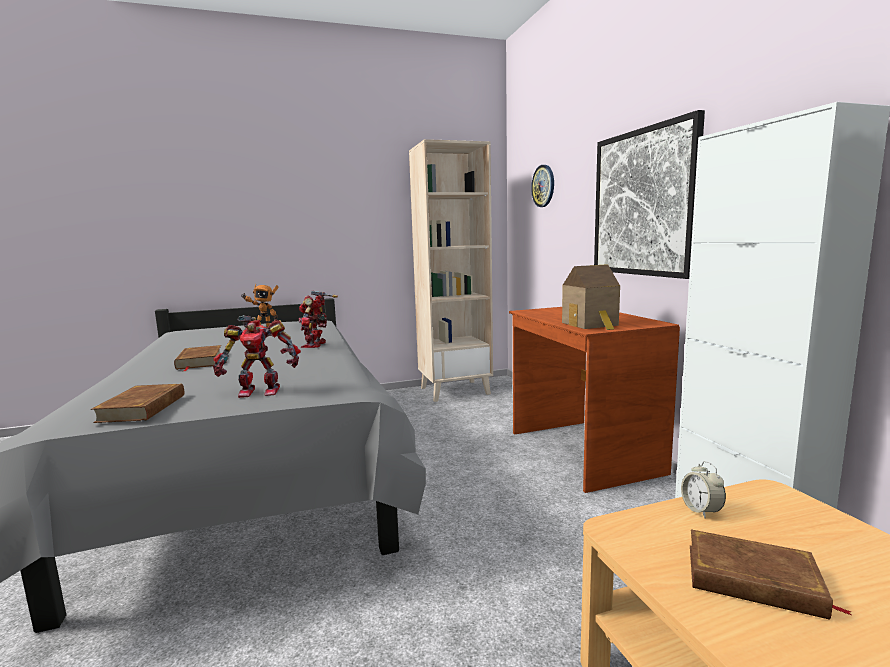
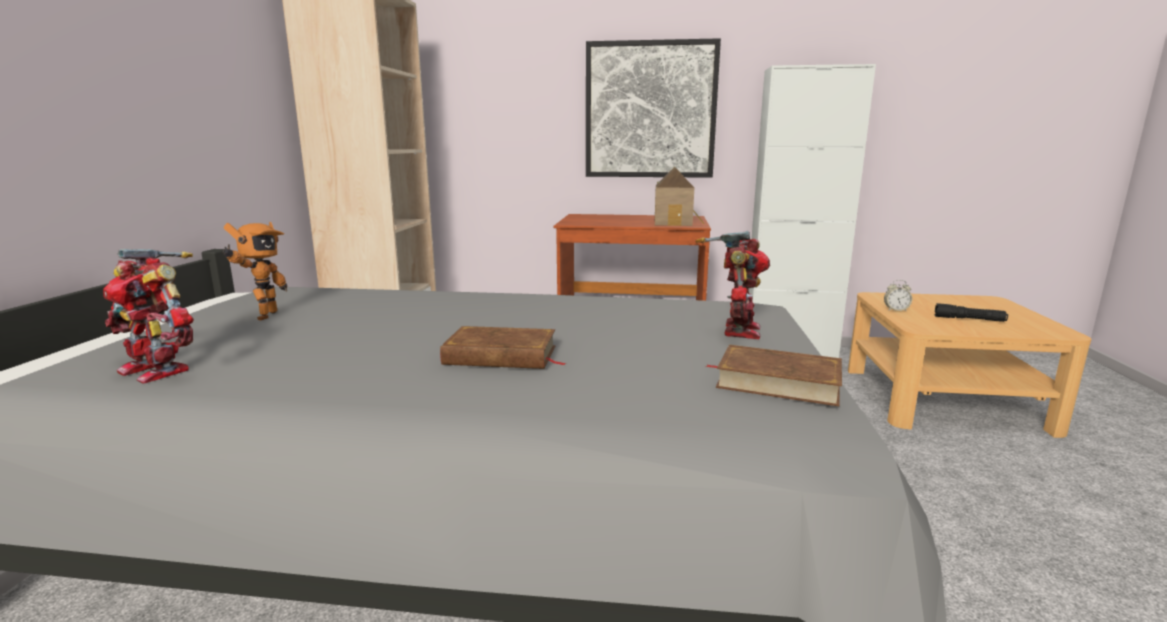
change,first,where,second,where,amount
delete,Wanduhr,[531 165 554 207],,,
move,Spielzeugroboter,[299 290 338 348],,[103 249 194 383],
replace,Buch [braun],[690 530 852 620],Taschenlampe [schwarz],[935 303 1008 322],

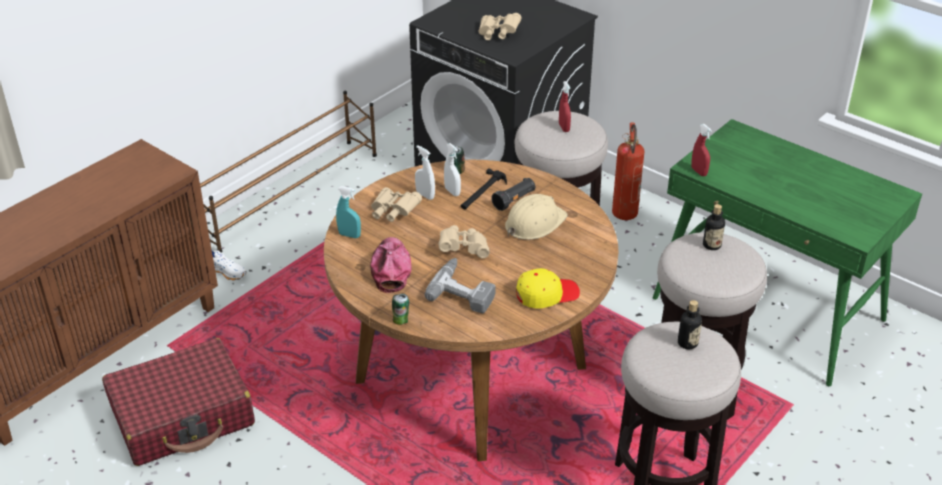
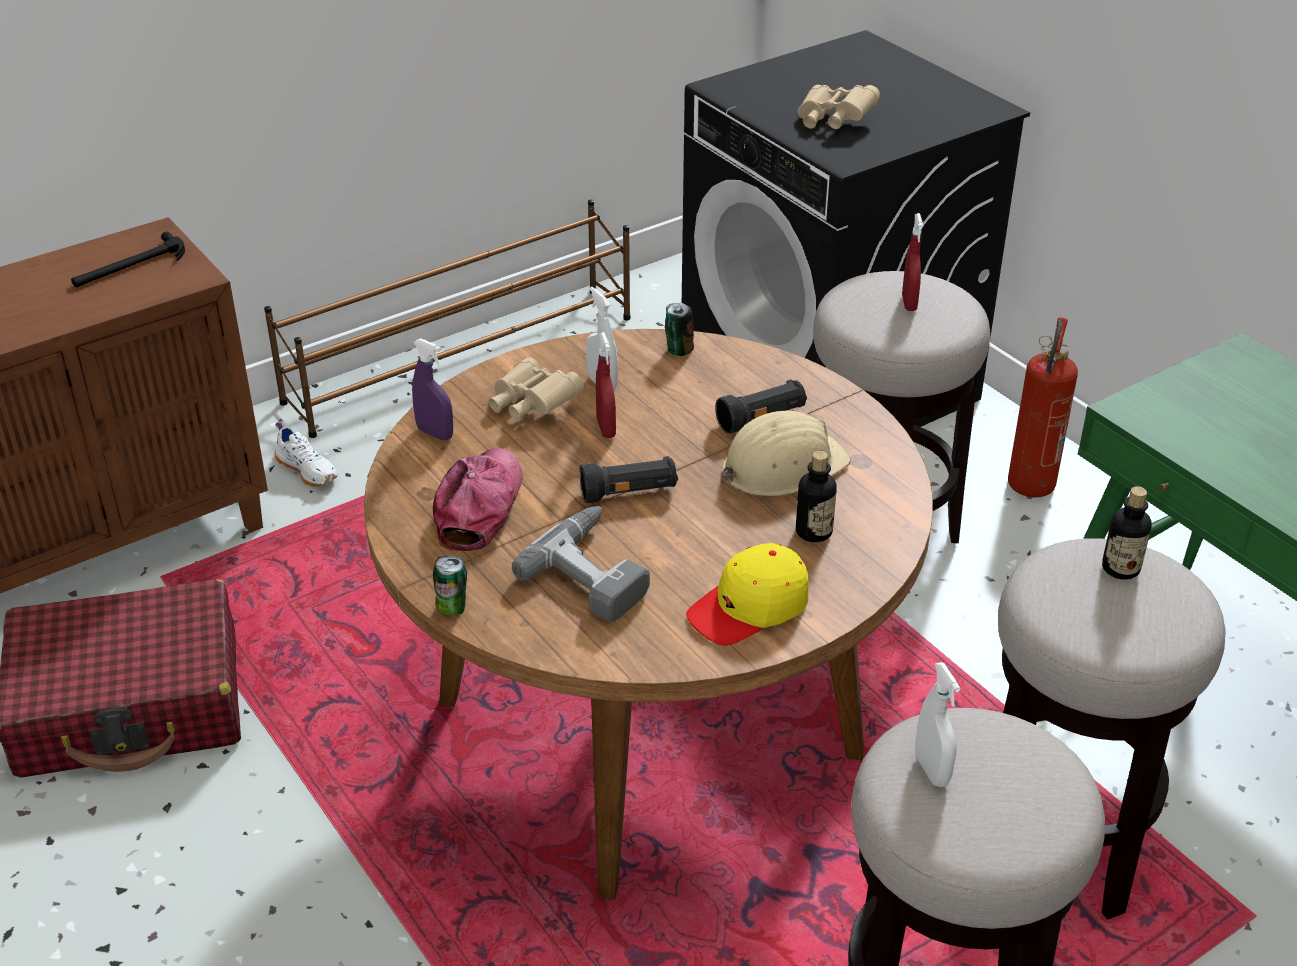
change,first,where,second,where,amount
move,Sprühflasche [rot],[691 124 712 176],,[596 332 616 438],
move,Sprühflasche [weiß],[444 143 461 196],,[915 662 961 787],
move,Hammer,[461 168 507 209],,[71 231 185 287],
recolor,Sprühflasche [türkis],[336 186 361 238],Sprühflasche [lila],[412 338 453 440],
replace,Fernglas [beige],[439 225 489 258],Taschenlampe [schwarz],[579 456 678 503],
rotate,Kappe [gelb],[516 268 580 308],,[686 543 809 646],150 degrees clockwise
move,Flasche,[678 300 702 349],,[796 451 837 542],

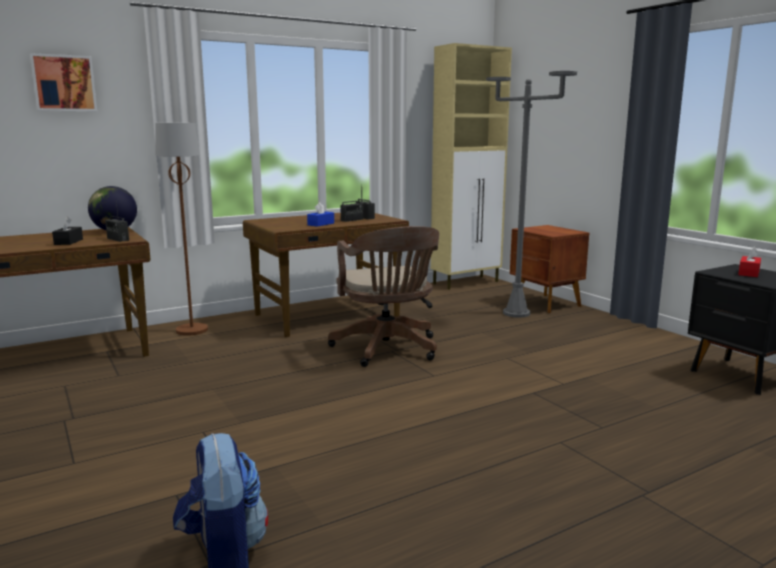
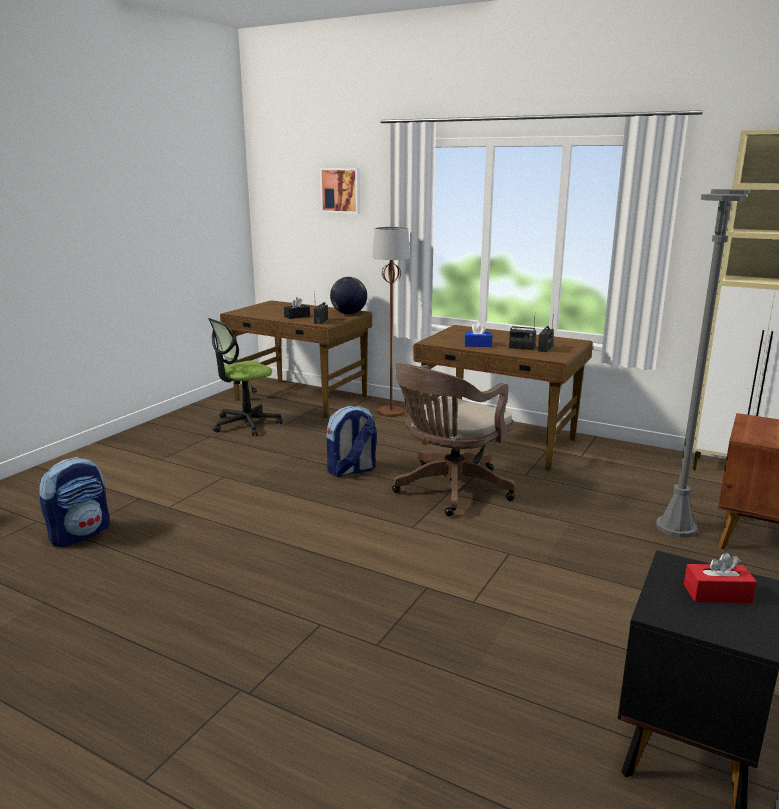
change,first,where,second,where,amount
insert,,,Bürostuhl,[208 318 282 436],
insert,,,Rucksack,[327 406 377 477],

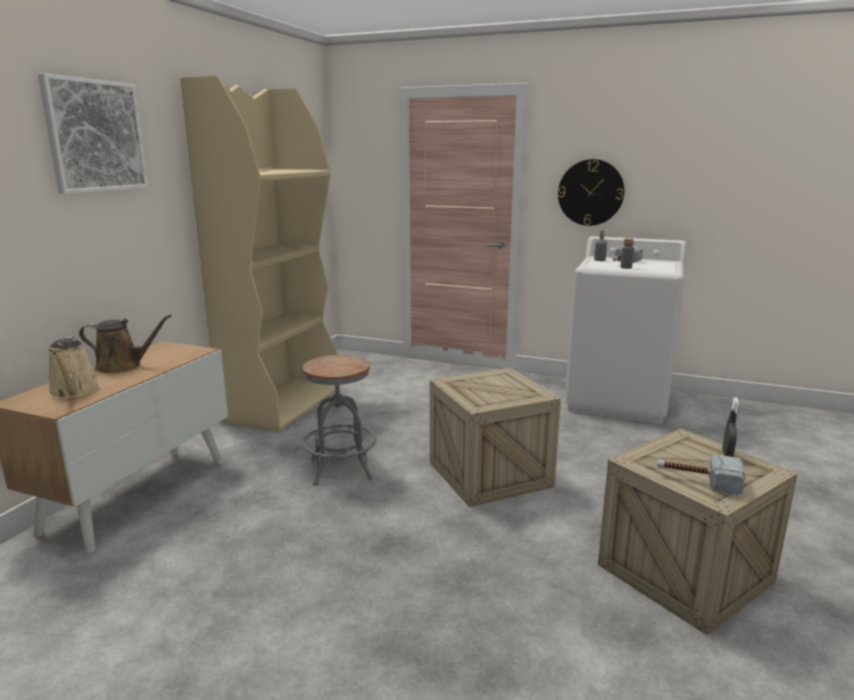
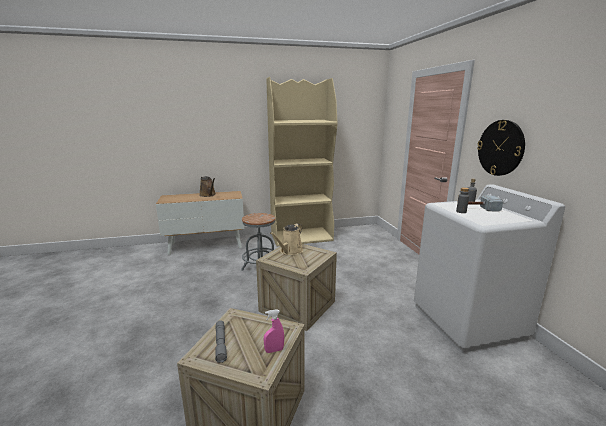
change,first,where,second,where,amount
delete,Bild,[38 73 149 194],,,
move,Gießkanne [beige],[48 336 100 399],,[270 224 303 255],
recolor,Sprühflasche [grau],[722 397 739 457],Sprühflasche [rosa],[264 309 284 353],
replace,Hammer,[657 454 745 495],Taschenlampe [grau],[215 320 227 363],

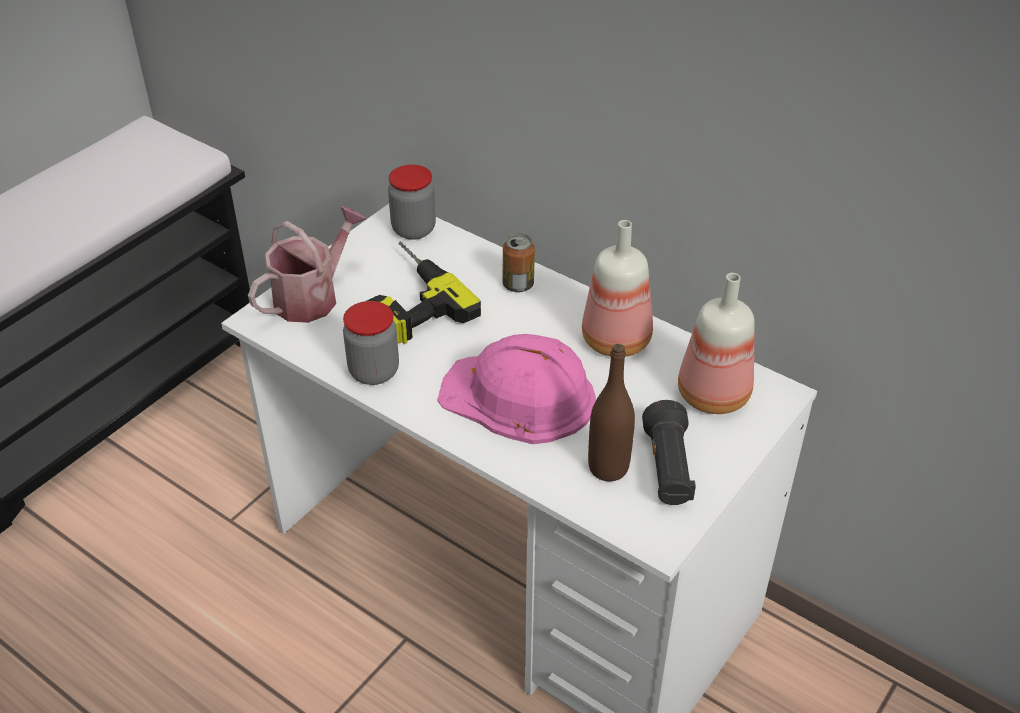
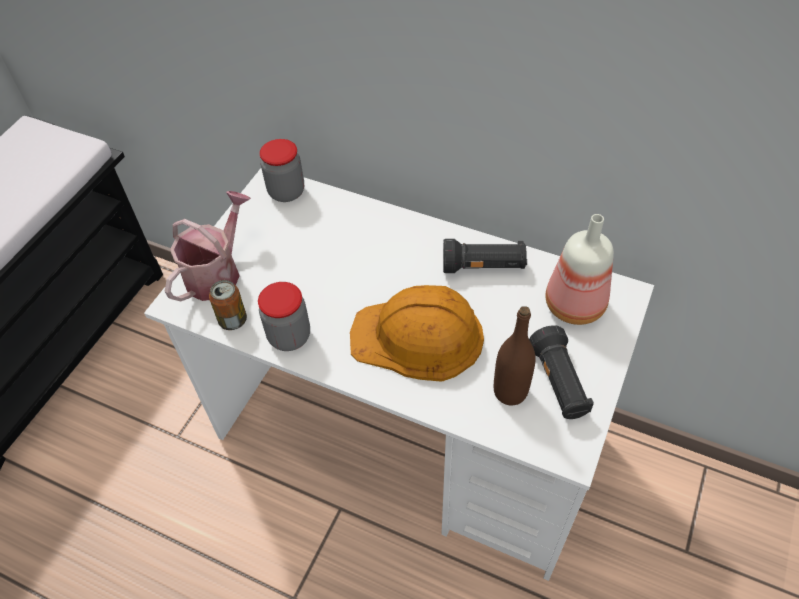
change,first,where,second,where,amount
replace,Flasche,[582 220 653 357],Taschenlampe [schwarz],[443 239 527 273],
move,Dose,[502 233 535 292],,[209 280 247 330],
delete,Bohrmaschine,[366 242 481 344],,,
recolor,Schutzhelm [rosa],[437 334 596 444],Schutzhelm [orange],[350 285 484 382],

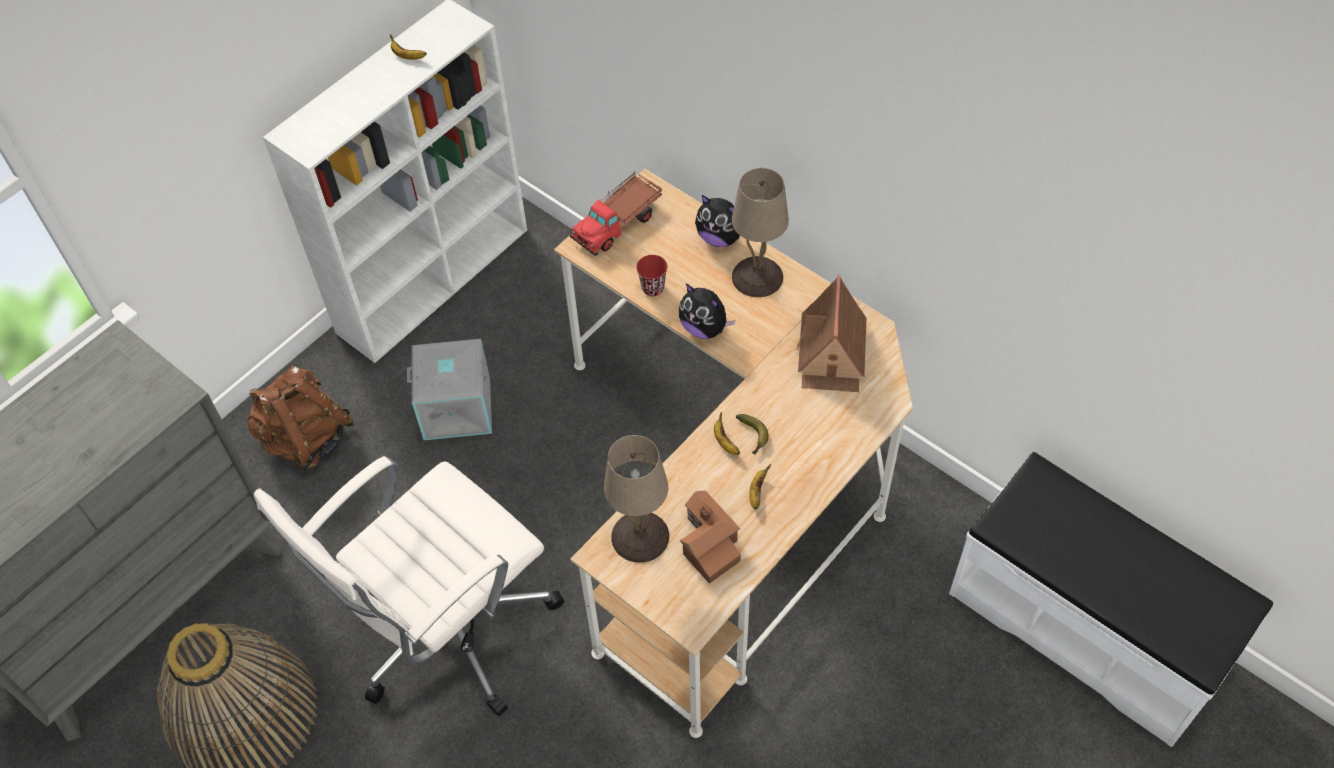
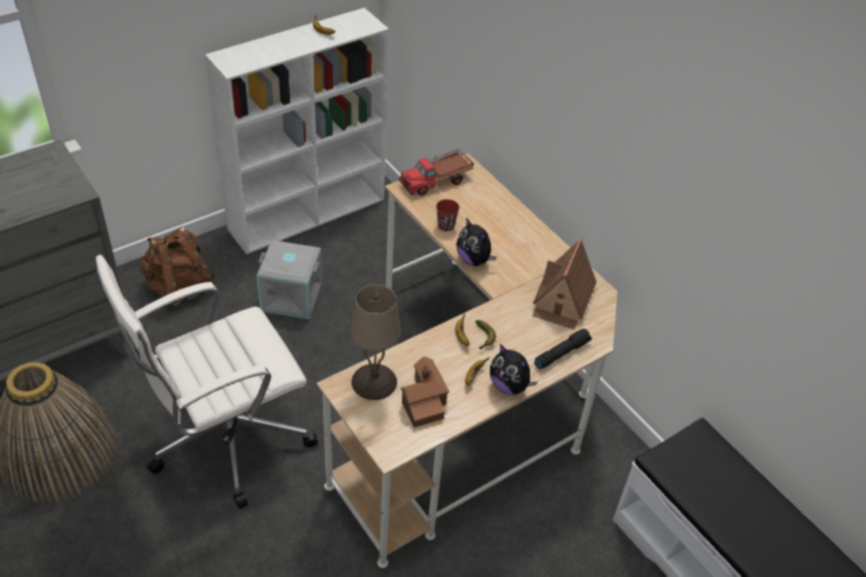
change,first,where,second,where,amount
delete,Tischlampe [beige],[732 168 789 297],,,
move,Plüschtier,[695 195 740 247],,[490 344 538 395],
insert,,,Taschenlampe [schwarz],[534 329 592 369],

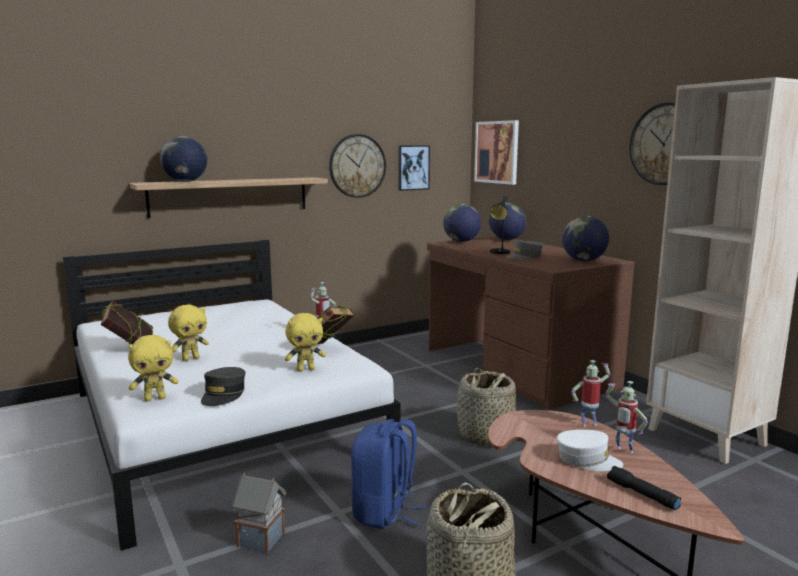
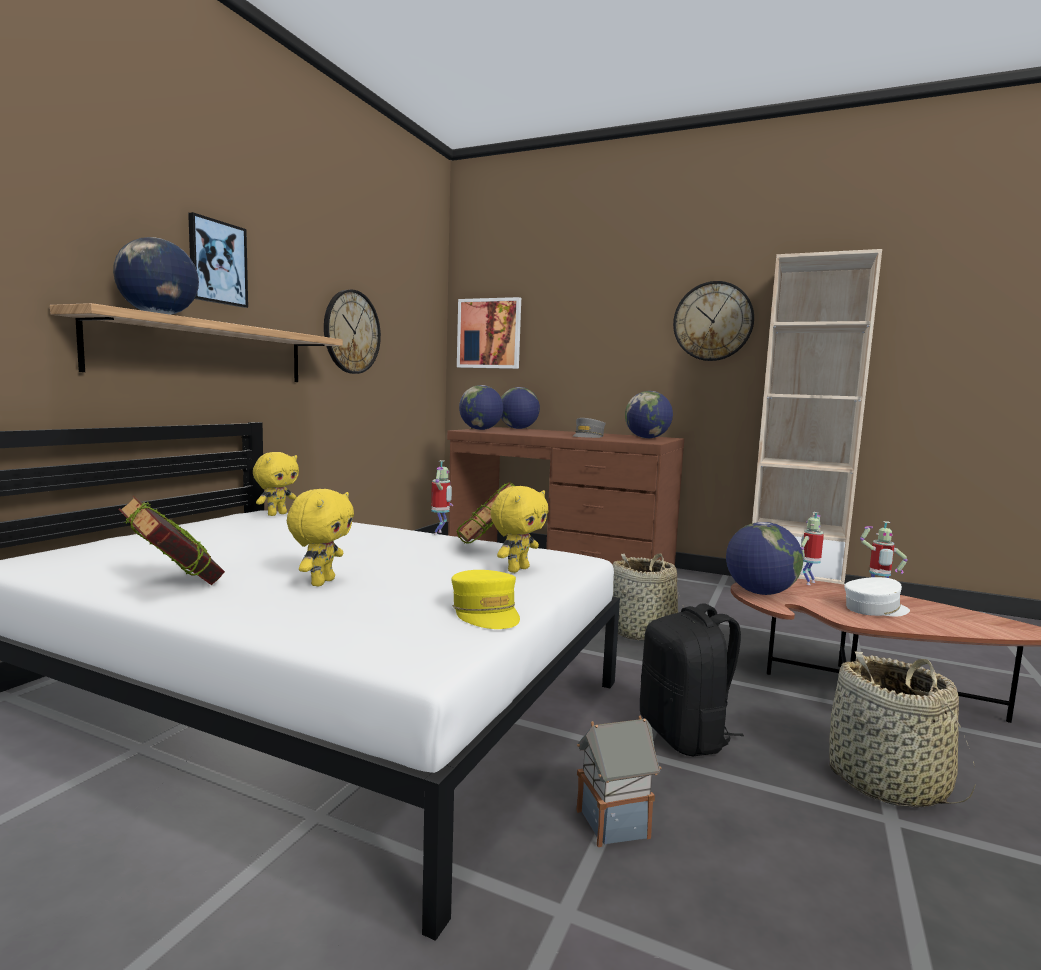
change,first,where,second,where,amount
move,Bild,[399 146 430 191],,[188 212 248 308],
delete,Tischlampe [schwarz],[490 196 510 254],,,
move,Plüschtier [gelb],[128 335 178 401],,[253 452 299 516],
recolor,Kappe [grau],[201 367 245 406],Kappe [gelb],[451 570 520 629],
recolor,Rucksack [blau],[351 419 427 529],Rucksack [schwarz],[640 603 744 756],
delete,Taschenlampe [schwarz],[607 466 681 510],,,
insert,,,Globus,[726 522 803 595],

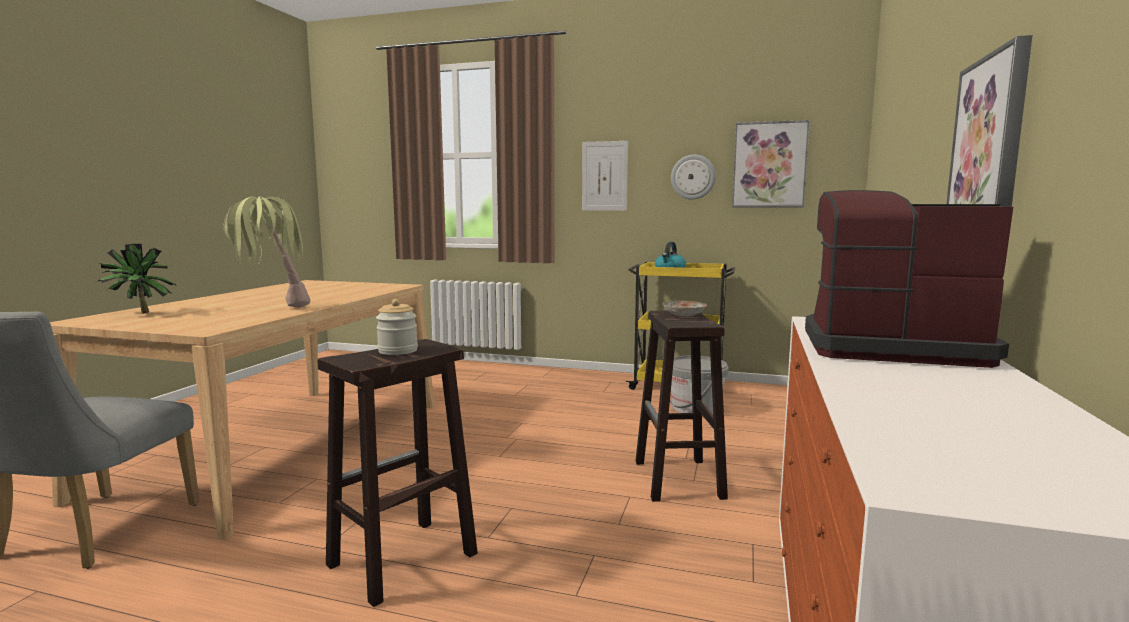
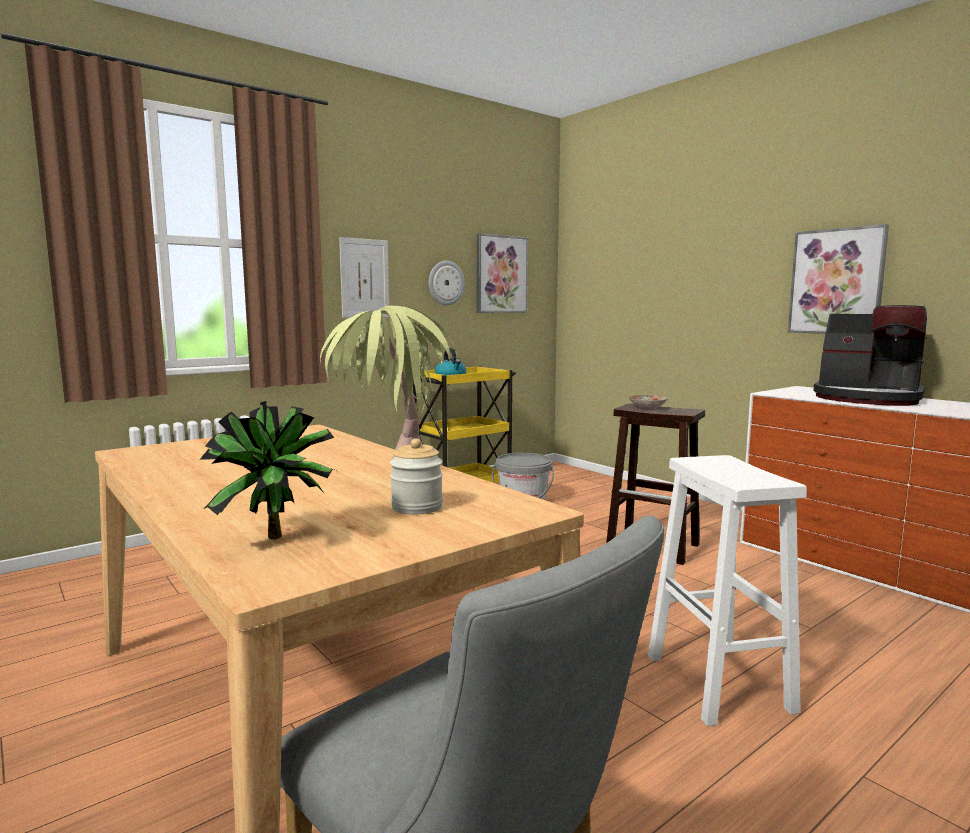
change,first,where,second,where,amount
rotate,Kaffeemaschine,[805 190 1013 368],,[813 305 927 406],105 degrees counterclockwise
move,Vorratsglas,[376 299 418 355],,[390 438 443 514],
recolor,Hocker [braun],[318 339 478 607],Hocker [weiß],[648 455 807 726],

